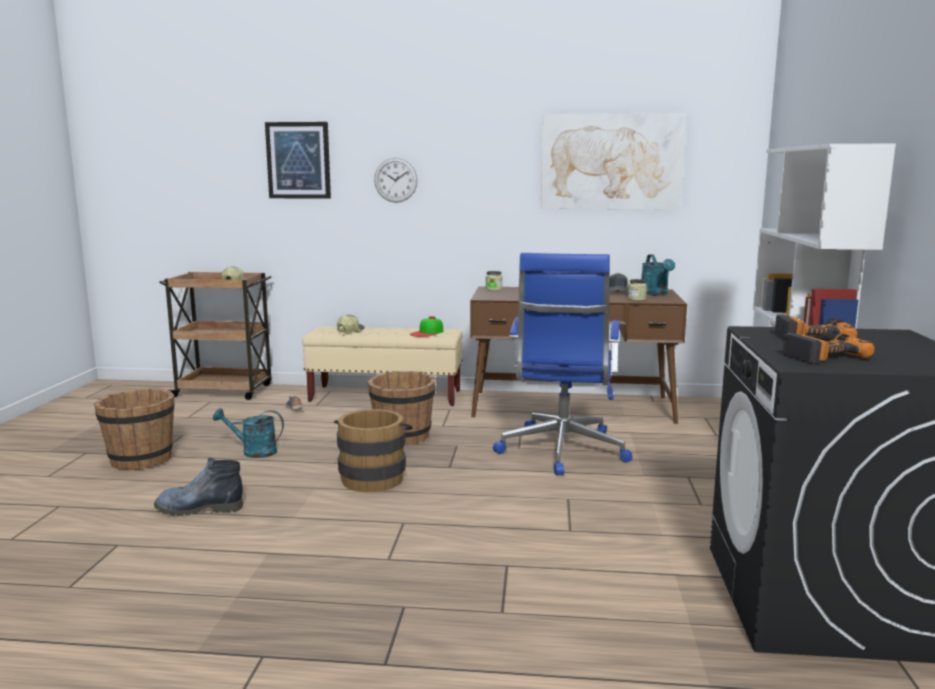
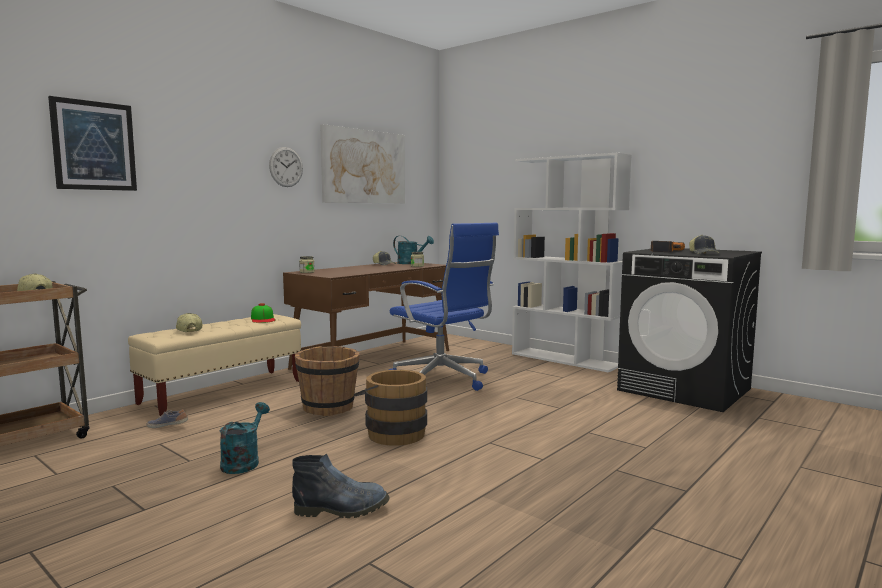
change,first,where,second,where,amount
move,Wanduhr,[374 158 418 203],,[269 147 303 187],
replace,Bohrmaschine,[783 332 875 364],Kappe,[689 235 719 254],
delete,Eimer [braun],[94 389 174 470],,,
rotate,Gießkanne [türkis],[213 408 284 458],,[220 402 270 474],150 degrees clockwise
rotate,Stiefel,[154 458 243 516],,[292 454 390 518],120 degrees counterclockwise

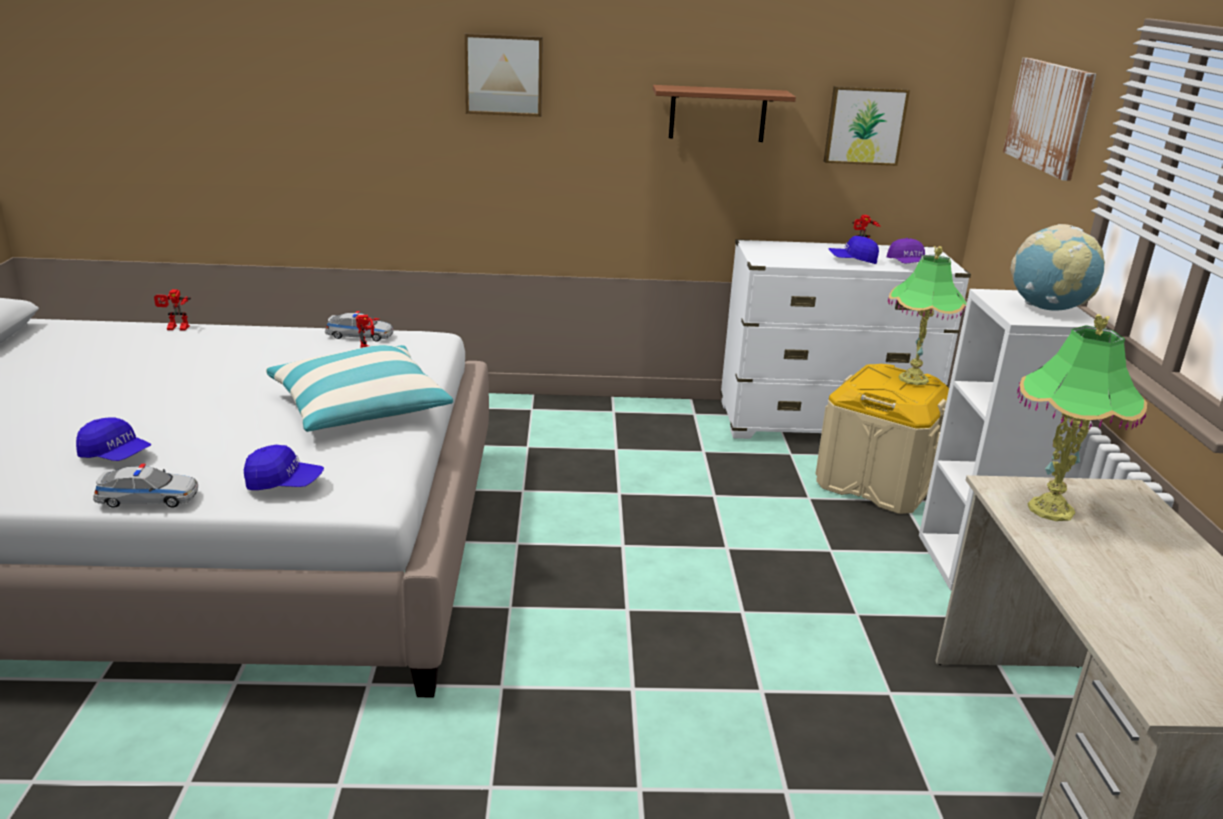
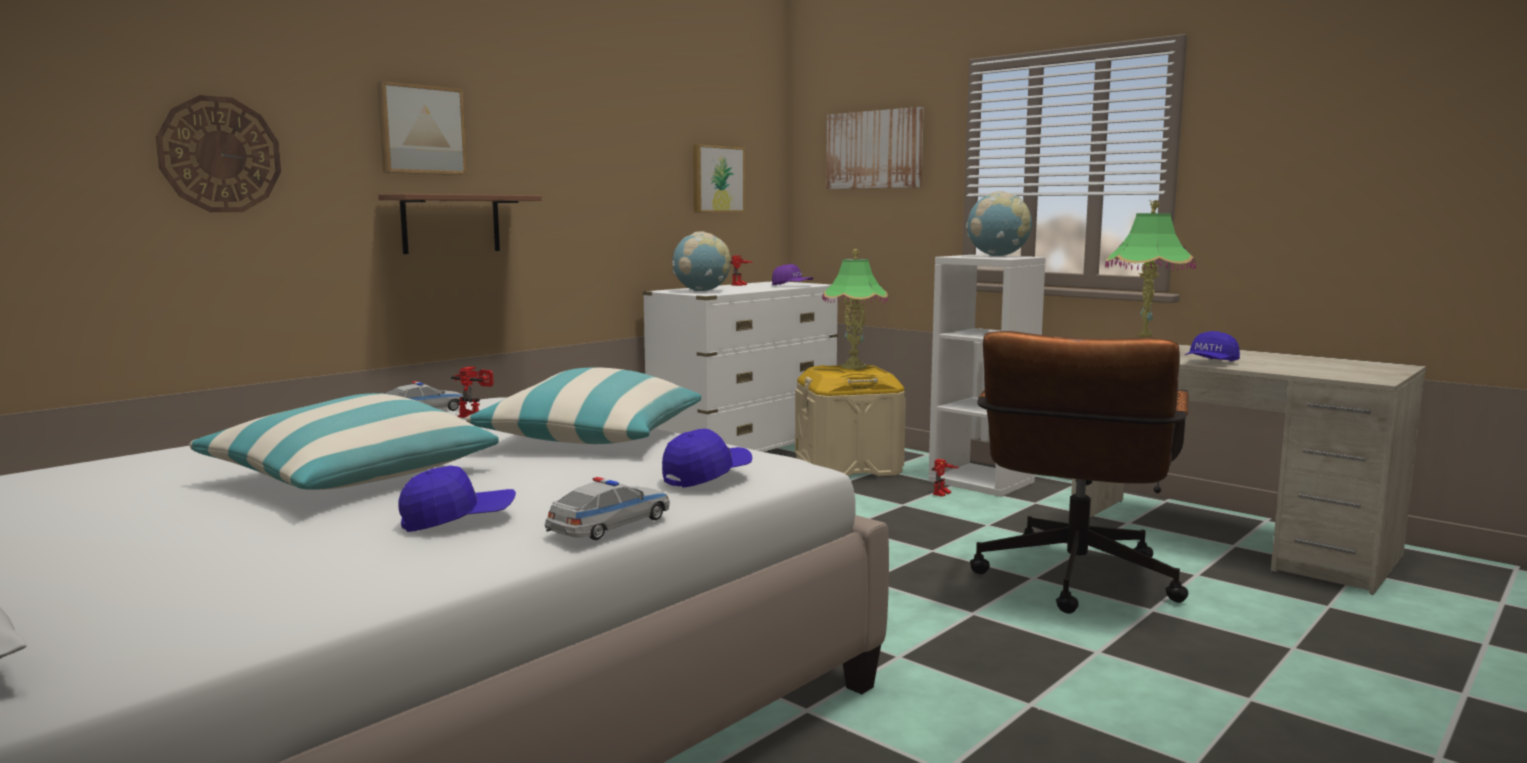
change,first,where,second,where,amount
move,Wandregal [braun],[653 85 796 142],,[378 194 542 254],
move,Kappe [blau],[828 236 879 264],,[1185 331 1240 361],
move,Spielzeugroboter,[154 289 191 331],,[931 459 959 497],
insert,,,Wanduhr,[156 95 281 212],
insert,,,Globus,[672 232 731 291],
insert,,,Bürostuhl [braun],[970 331 1189 614],
insert,,,Kissen,[190 393 499 490],

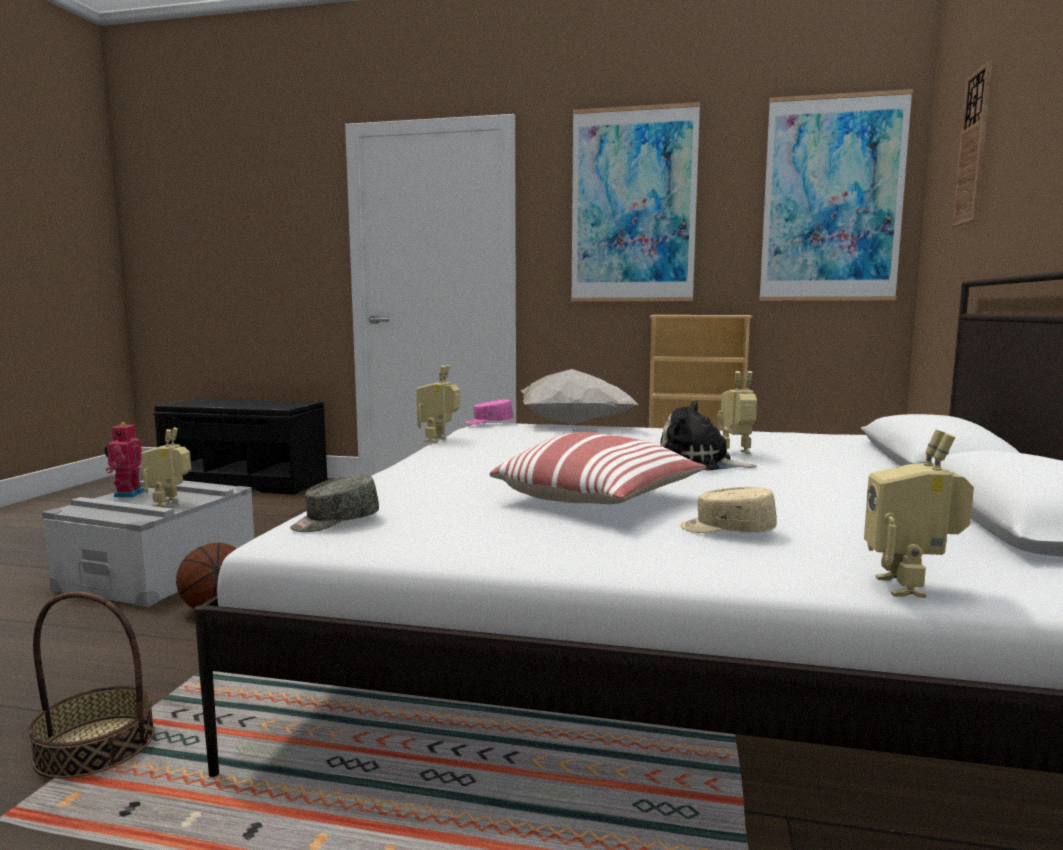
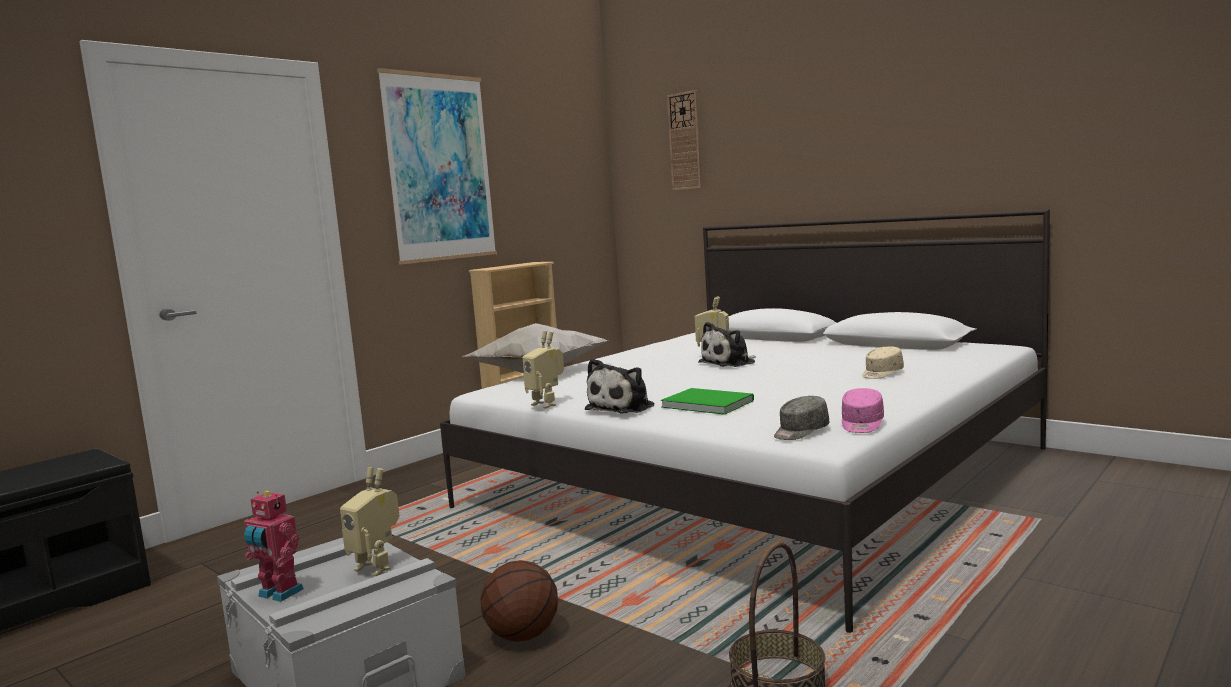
change,first,where,second,where,amount
delete,Bild,[759 89 913 301],,,
move,Kappe [rosa],[465 399 513 424],,[842 388 884 433],
delete,Spielzeugroboter,[864 429 974 598],,,
delete,Kissen,[490 432 707 504],,,
rotate,Kappe [grau],[290 474 379 532],,[774 396 830 440],60 degrees clockwise
insert,,,Plüschtier,[585 358 654 413],
insert,,,Buch [grün],[661 388 754 415],

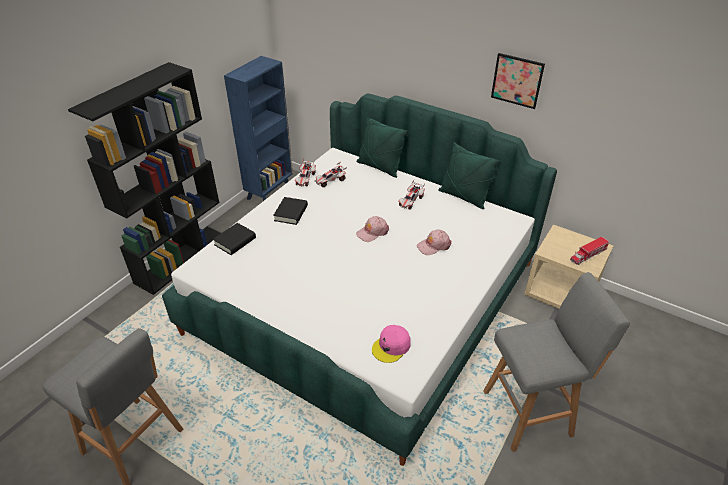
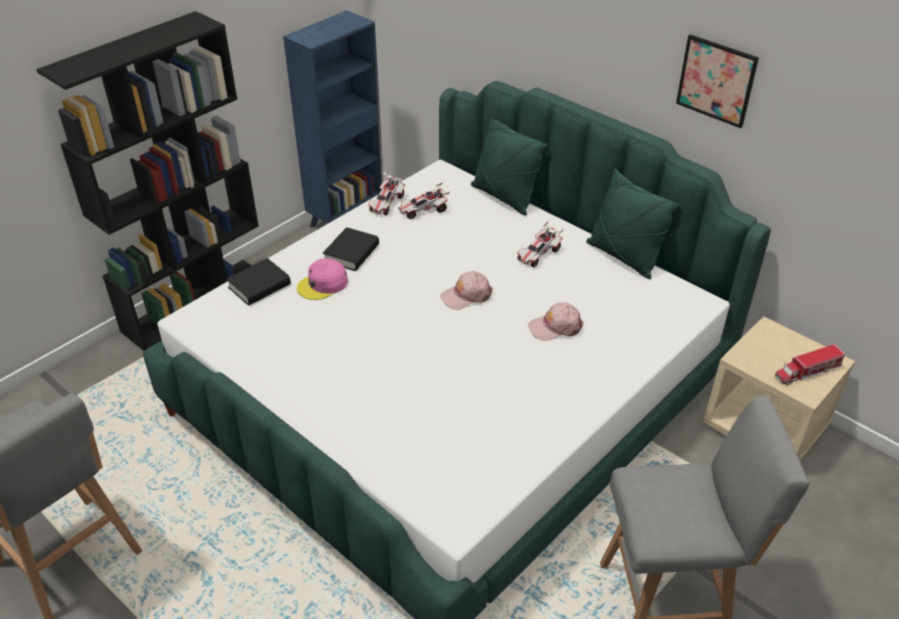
change,first,where,second,where,amount
move,Kappe [rosa],[372 325 411 363],,[297 258 348 300],

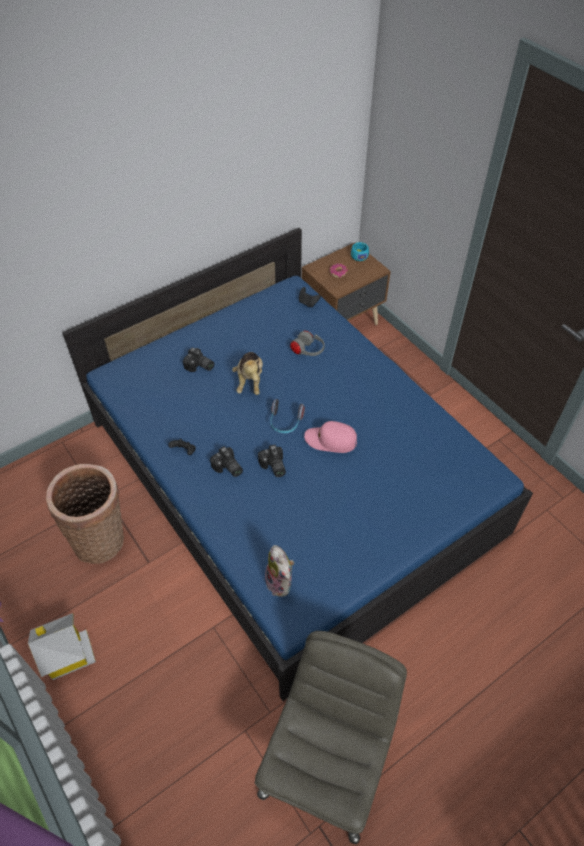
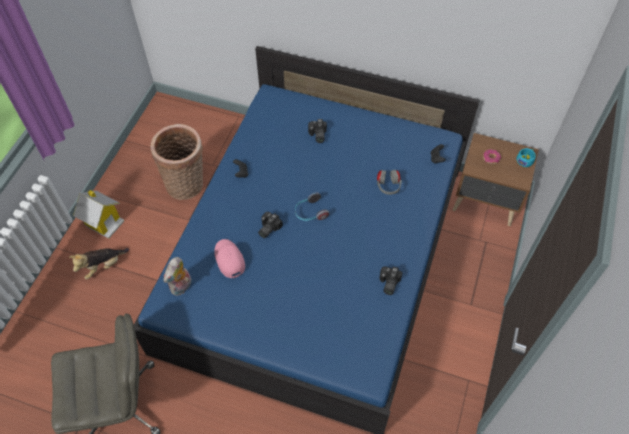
change,first,where,second,where,amount
move,Plüschtier,[232 352 263 395],,[69 248 129 279],
move,Kappe [rosa],[304 421 357 453],,[214 239 245 279],
move,Kamera,[210 446 243 477],,[380 267 403 295],

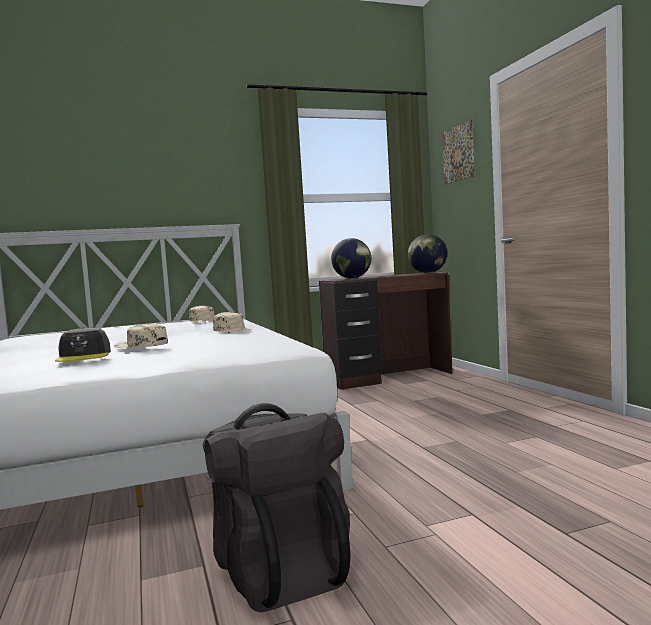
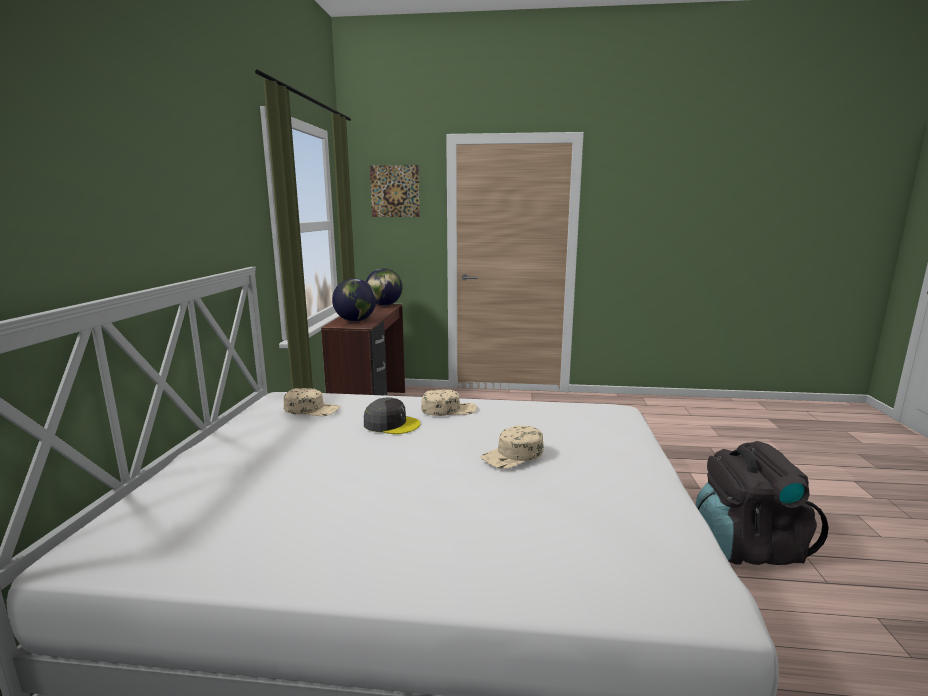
change,first,where,second,where,amount
move,Kappe [grau],[55 327 111 362],,[364 397 420 434],

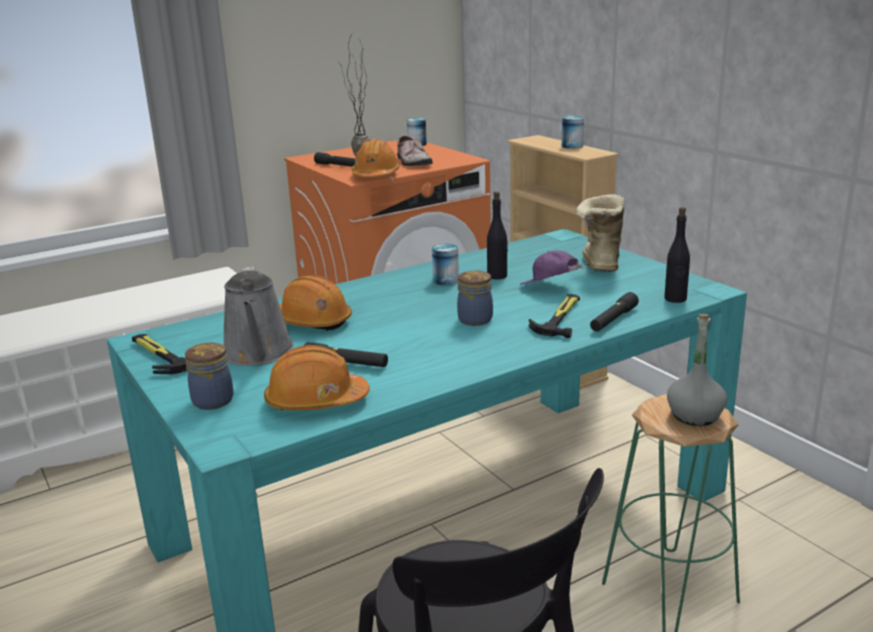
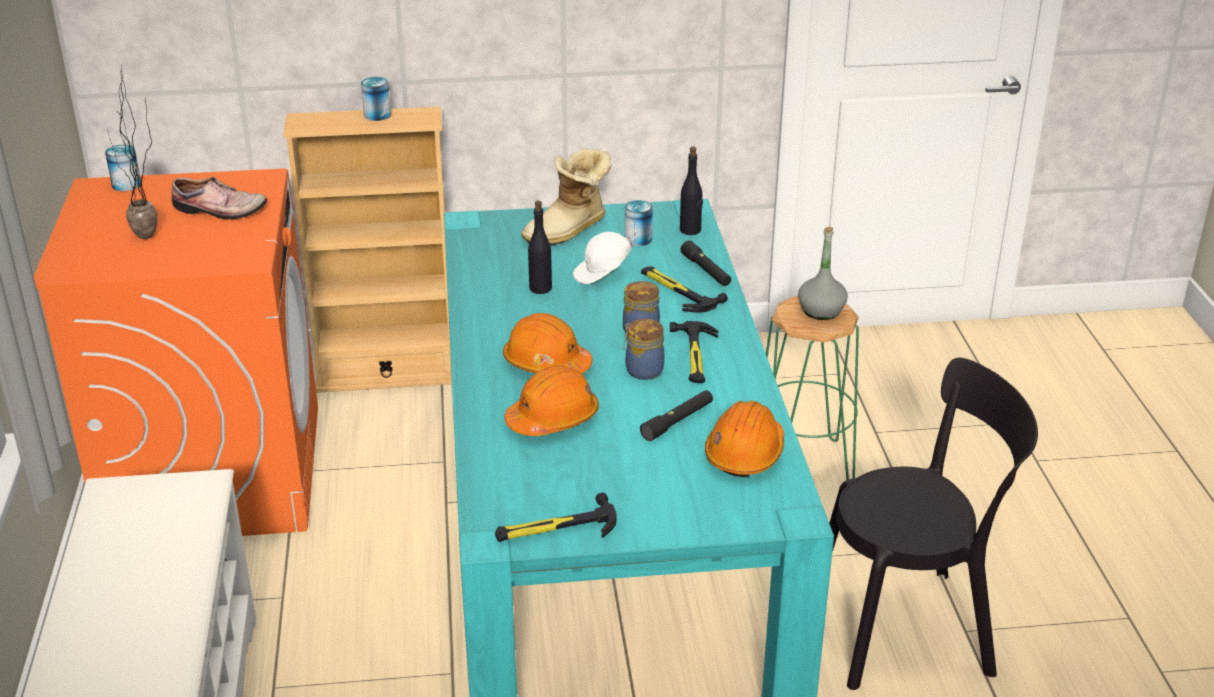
change,first,where,second,where,amount
move,Schutzhelm [orange],[352 139 400 177],,[503 313 593 373],
delete,Taschenlampe [schwarz],[314 152 355 167],,,
rotate,Stiefel,[576 194 625 272],,[521 148 611 246],75 degrees counterclockwise
move,Dose,[432 244 459 285],,[625 200 653 246],
recolor,Kappe [lila],[520 251 589 285],Kappe [weiß],[573 232 637 284],
delete,Gießkanne [grau],[224 266 294 366],,,
move,Vorratsglas,[185 343 234 410],,[623 319 664 380],
insert,,,Hammer,[670 321 718 383],

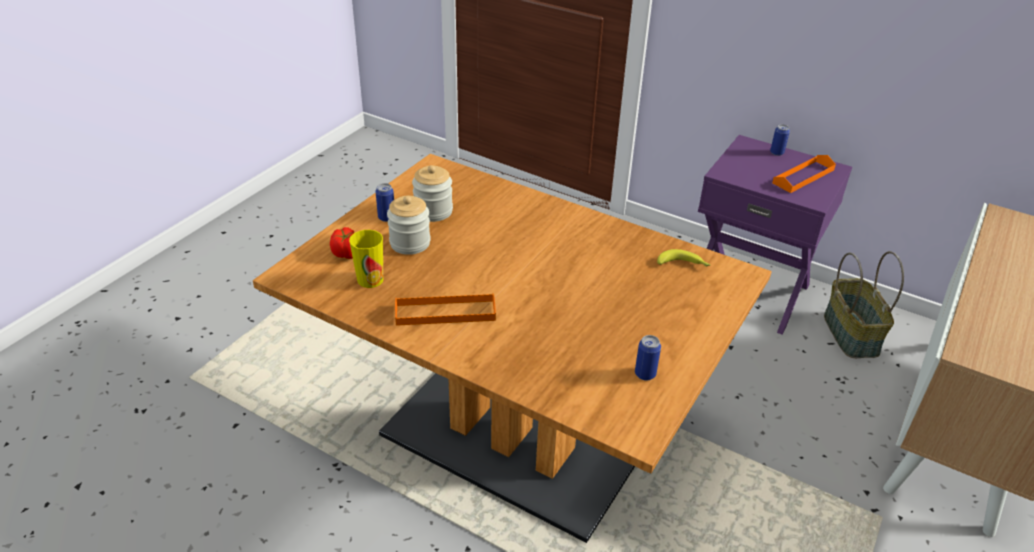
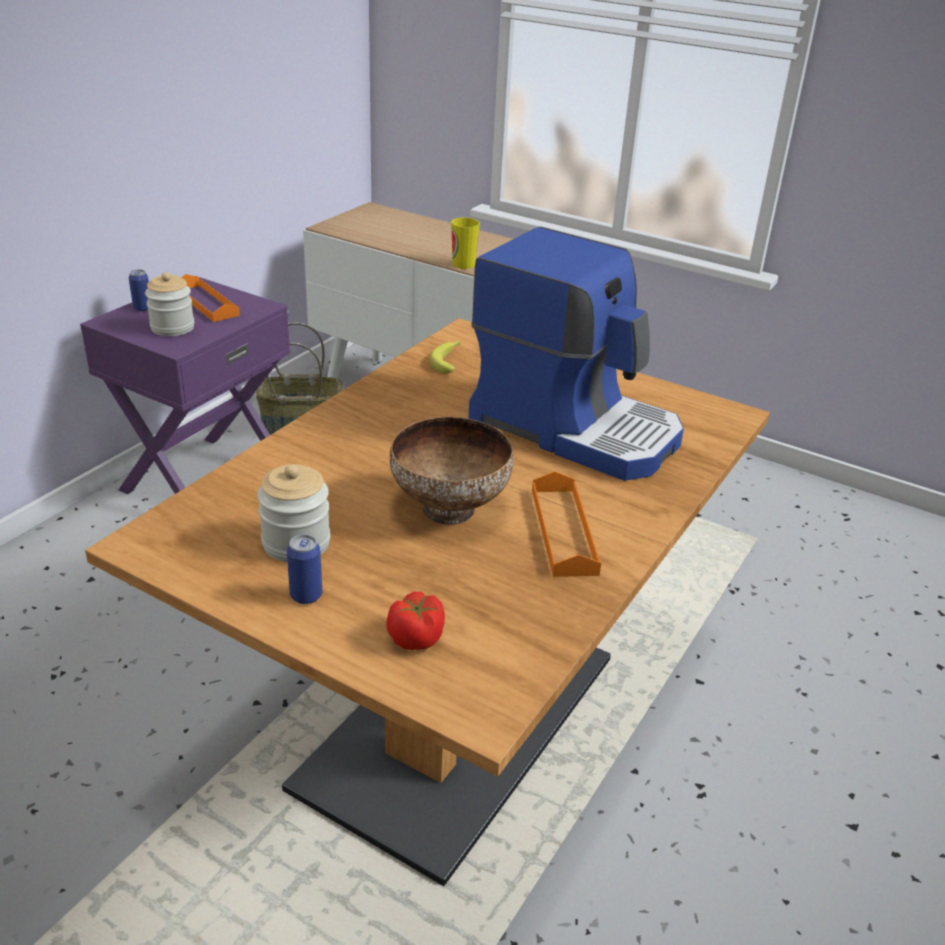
change,first,where,second,where,amount
move,Vorratsglas,[387 196 430 255],,[145 272 194 336],
move,Tasse,[349 230 383 288],,[451 218 480 269],
delete,Dose,[635 335 661 381],,,
insert,,,Kaffeemaschine,[468 227 684 481],
insert,,,Schüssel,[390 417 514 525],

